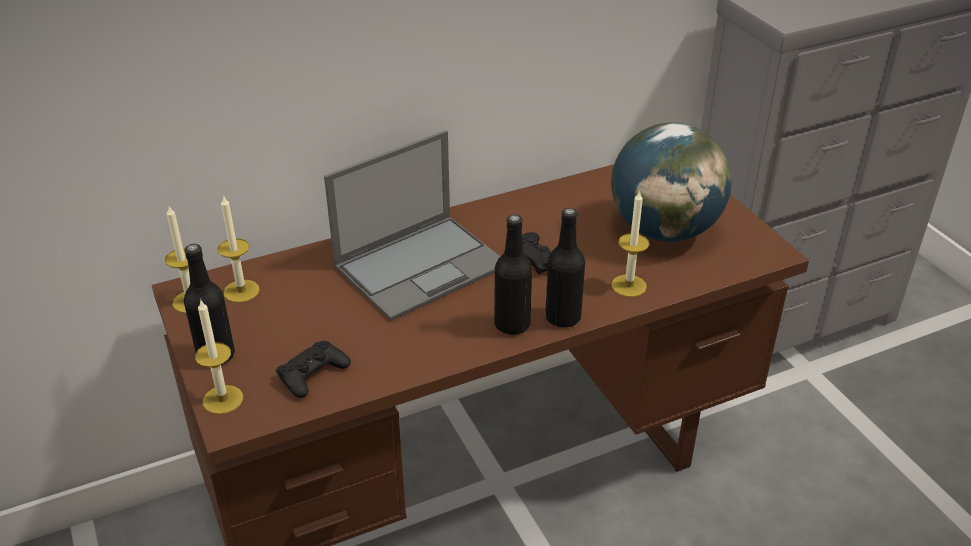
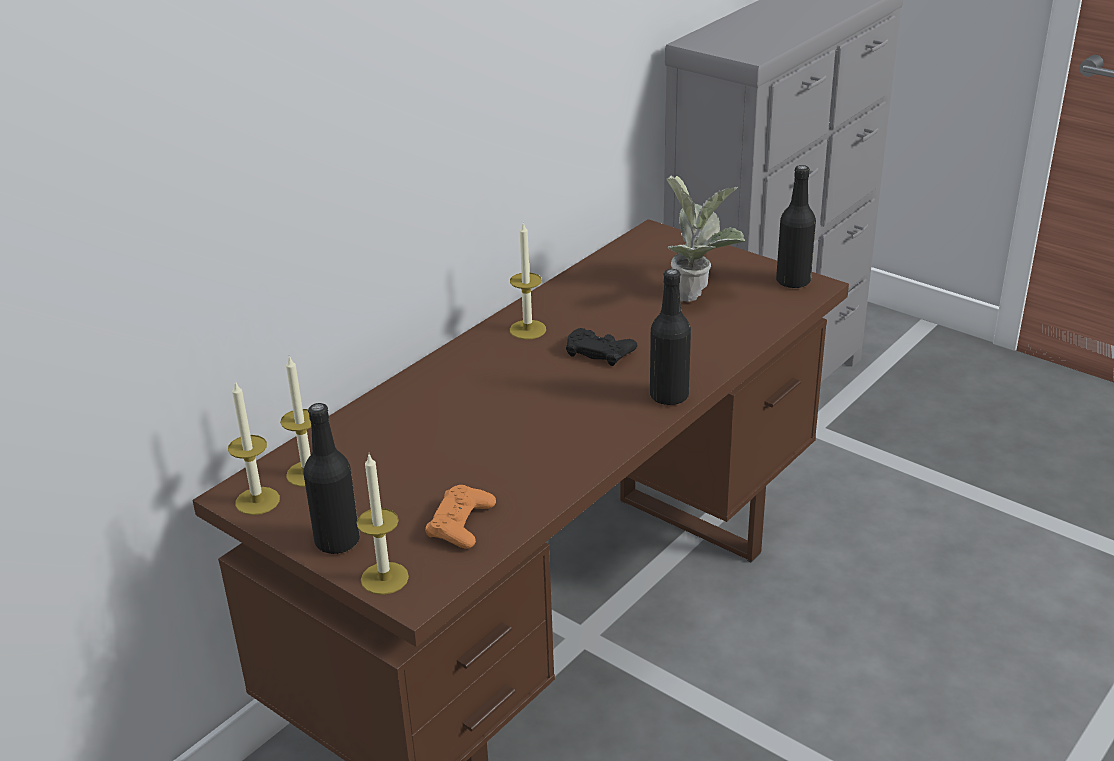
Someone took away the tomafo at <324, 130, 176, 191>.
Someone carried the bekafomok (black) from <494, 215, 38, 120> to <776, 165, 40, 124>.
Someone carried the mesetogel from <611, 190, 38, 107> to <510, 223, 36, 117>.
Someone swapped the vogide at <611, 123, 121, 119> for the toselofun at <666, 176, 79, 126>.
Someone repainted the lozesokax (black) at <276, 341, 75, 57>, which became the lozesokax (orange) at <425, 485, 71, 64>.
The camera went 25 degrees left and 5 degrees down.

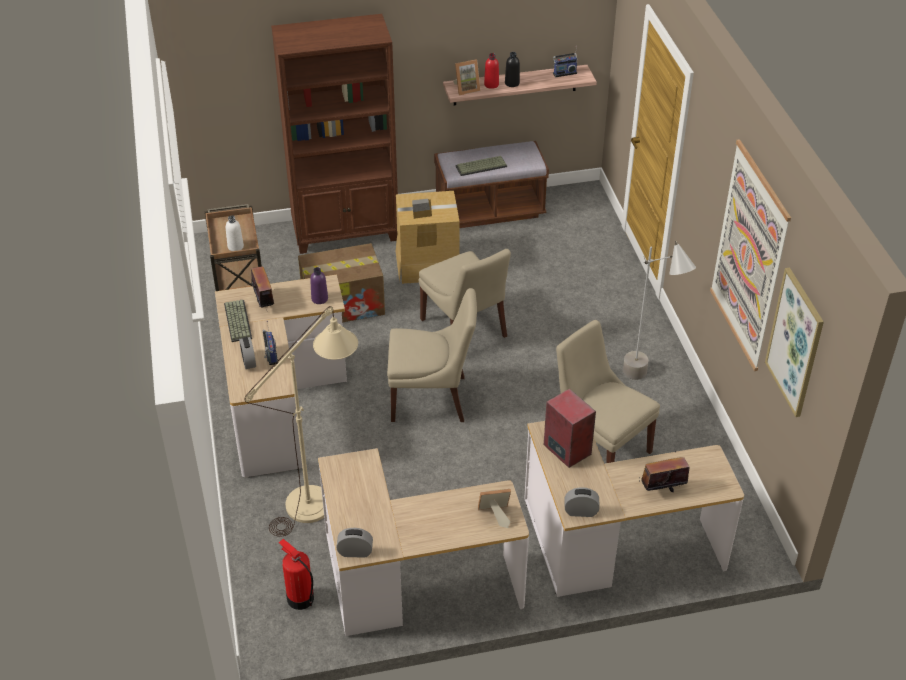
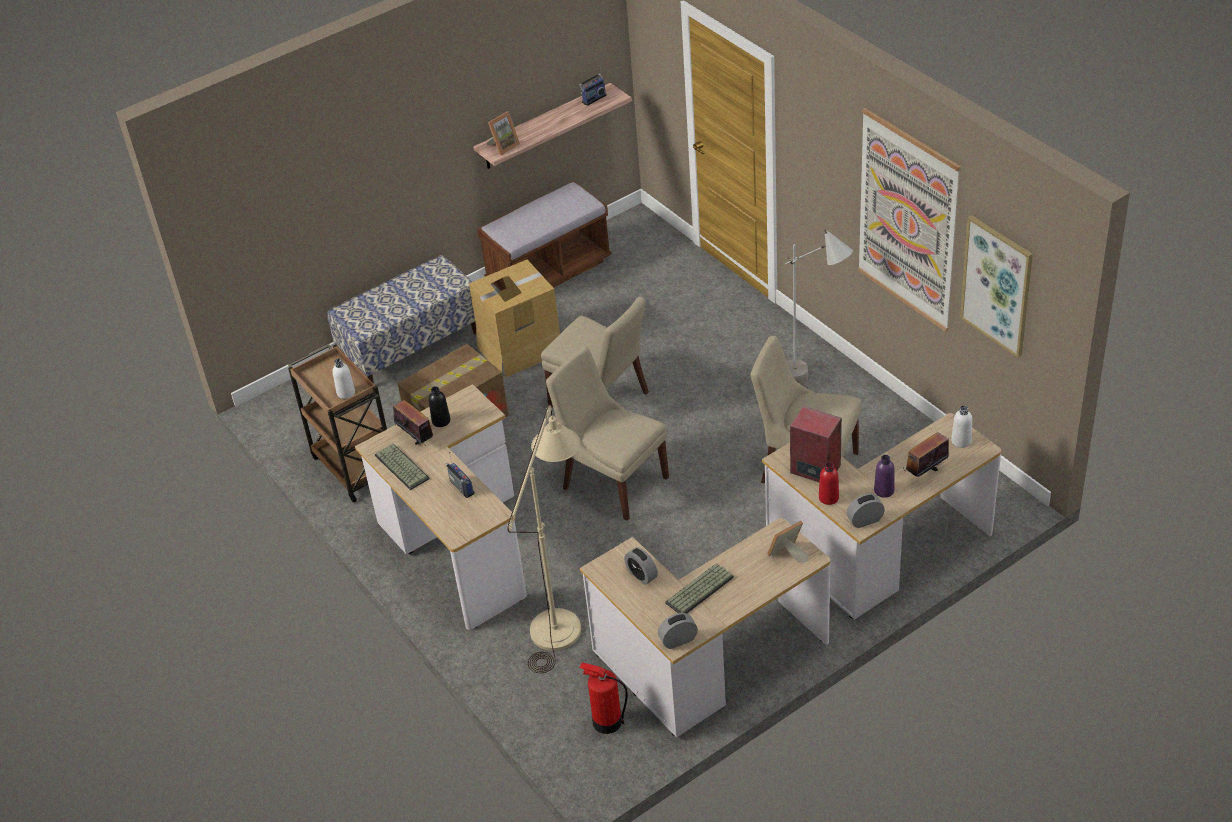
Someone put down the bekafomok (white) at <951, 405, 21, 43>.
Someone carried the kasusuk from <239, 337, 17, 32> to <624, 547, 34, 38>.
Someone carried the bekafomok (purple) from <310, 267, 18, 37> to <874, 455, 21, 43>.
Someone carried the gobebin from <455, 156, 52, 20> to <665, 563, 69, 50>.
Someone carried the bekafomok (red) from <484, 53, 15, 36> to <819, 462, 20, 43>.
Someone carried the bekafomok (black) from <505, 52, 15, 35> to <429, 386, 21, 41>.
Someone swapped the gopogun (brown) at <271, 14, 127, 240> for the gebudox at <327, 255, 149, 128>.
Someone rotated the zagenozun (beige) at <387, 288, 90, 134> by 120 degrees counterclockwise.
The camera went 20 degrees left and 0 degrees up.

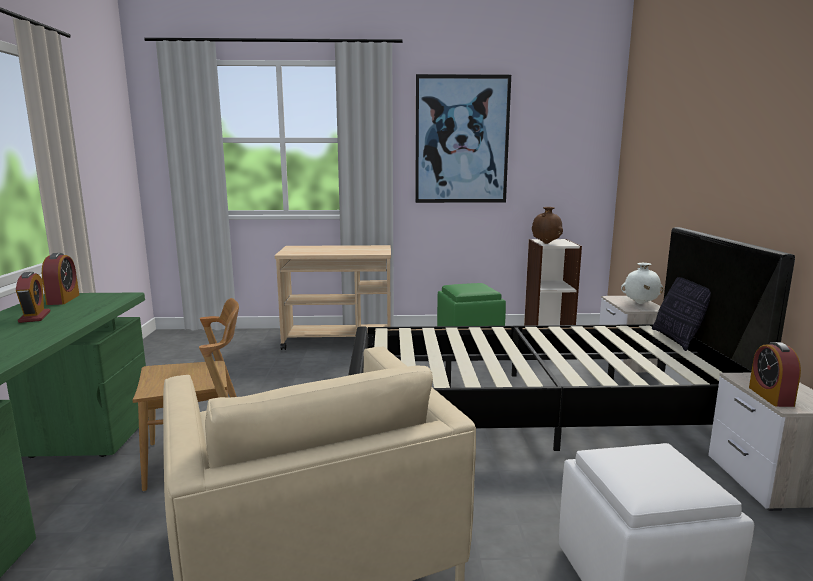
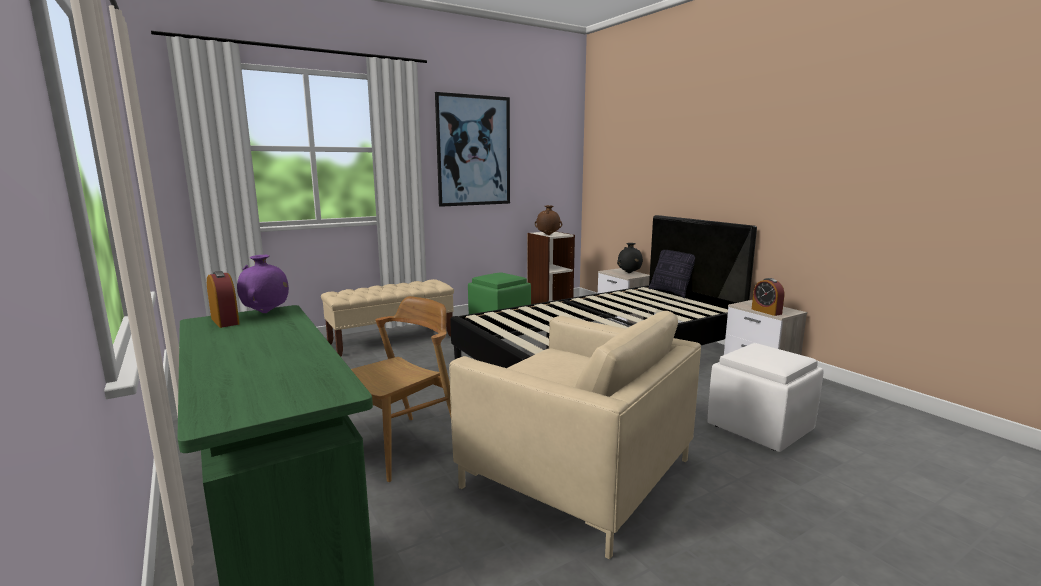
Someone took away the kasusuk at <16, 272, 35, 51>.
Someone put down the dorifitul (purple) at <237, 255, 52, 58>.
Someone swapped the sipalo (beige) at <275, 245, 116, 105> for the gebudox (beige) at <321, 279, 133, 78>.
Someone repainted the dorifitul (white) at <621, 263, 43, 41>, which became the dorifitul (black) at <617, 243, 26, 30>.
The camera went 30 degrees left and 0 degrees up.

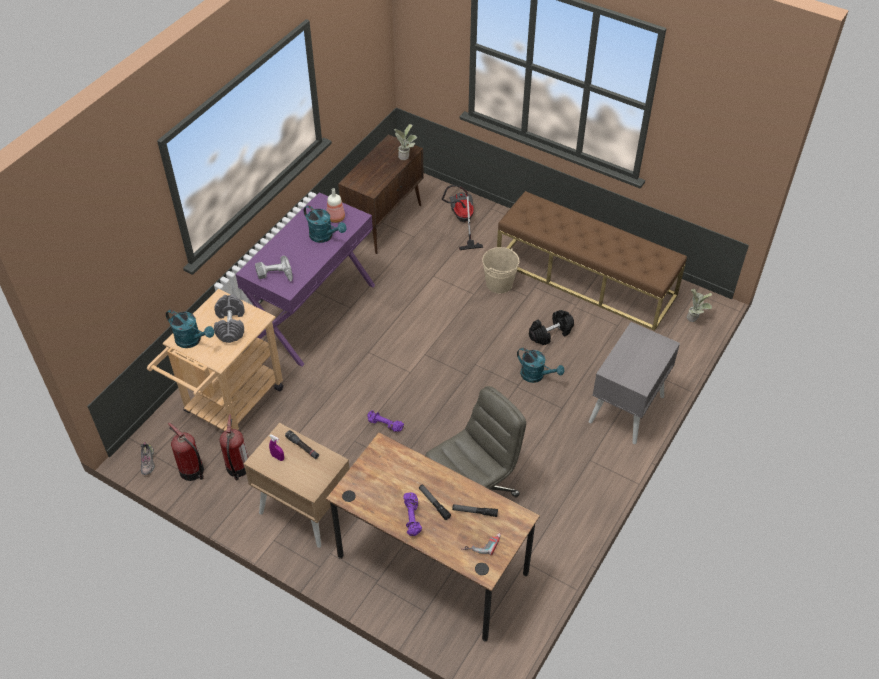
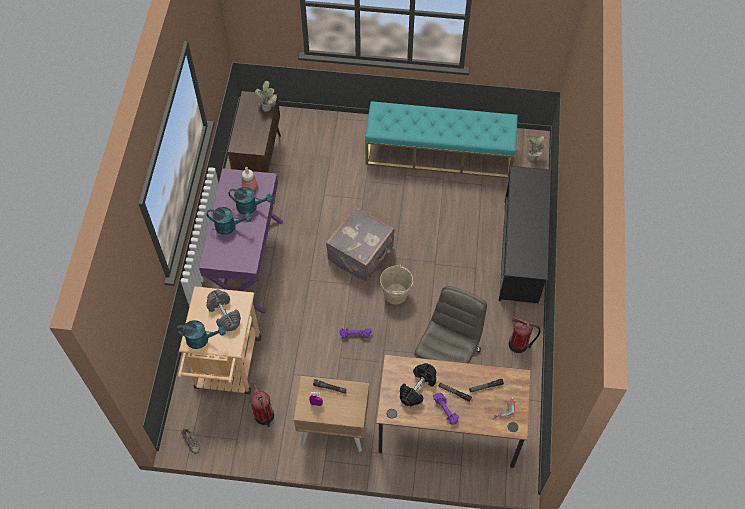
Someone took away the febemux at <255, 256, 38, 25>.
Someone took away the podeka at <442, 185, 41, 65>.
Someone put down the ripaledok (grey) at <326, 207, 69, 75>.
Someone carried the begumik from <168, 422, 36, 59> to <509, 317, 32, 36>.
Someone carried the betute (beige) from <482, 247, 37, 47> to <380, 265, 33, 40>.
Someone carried the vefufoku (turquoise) from <517, 348, 47, 35> to <207, 207, 45, 28>.
Someone carried the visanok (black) from <529, 310, 45, 35> to <400, 363, 36, 43>.
Someone swapped the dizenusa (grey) at <589, 322, 91, 122> for the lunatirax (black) at <499, 166, 53, 137>.
Someone repainted the gebudox (brown) at <497, 191, 190, 140>, which became the gebudox (turquoise) at <365, 101, 153, 77>.
The camera went 25 degrees left and 10 degrees up.

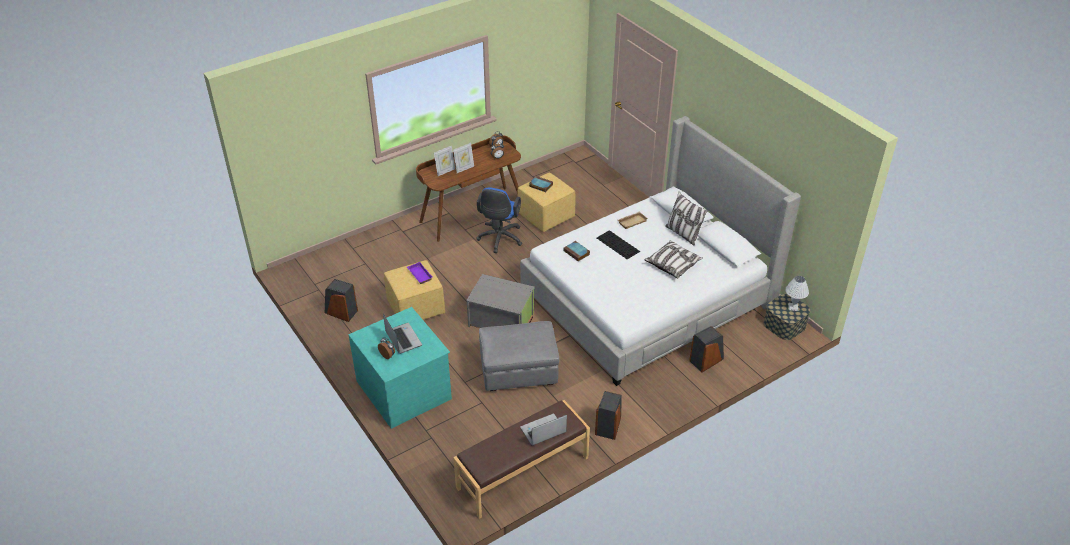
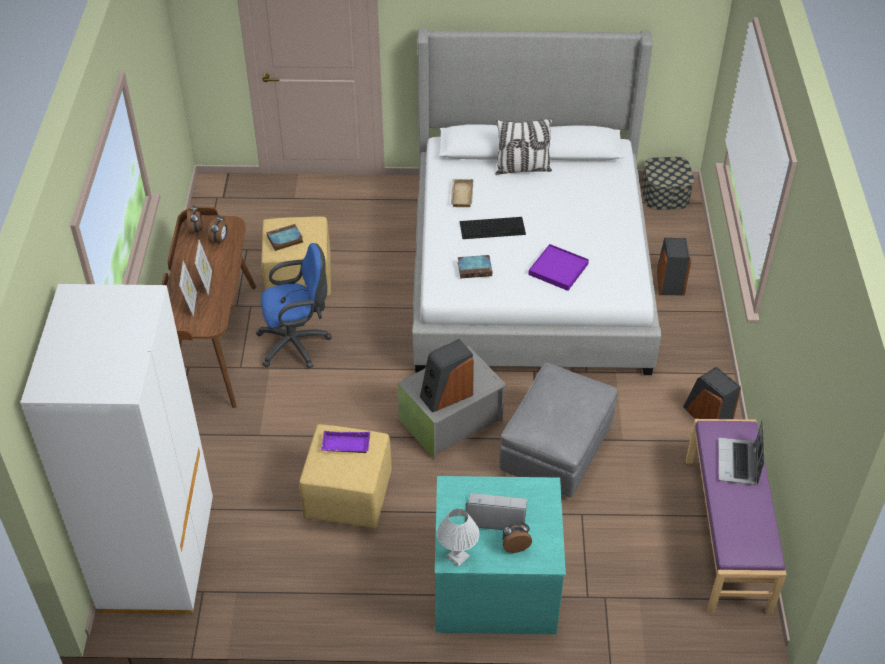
Someone took away the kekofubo at <644, 240, 59, 38>.
Someone put down the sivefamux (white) at <20, 284, 193, 331>.
Someone put down the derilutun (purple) at <528, 244, 61, 47>.
Someone carried the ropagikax from <325, 279, 33, 43> to <420, 339, 54, 74>.
Someone carried the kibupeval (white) from <785, 276, 24, 35> to <437, 509, 43, 58>.
Someone repainted the gebudox (brown) at <453, 400, 137, 119>, which became the gebudox (purple) at <686, 419, 101, 195>.
Someone rotated the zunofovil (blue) at <476, 188, 46, 65> by 60 degrees counterclockwise.
The camera went 55 degrees left and 5 degrees up.

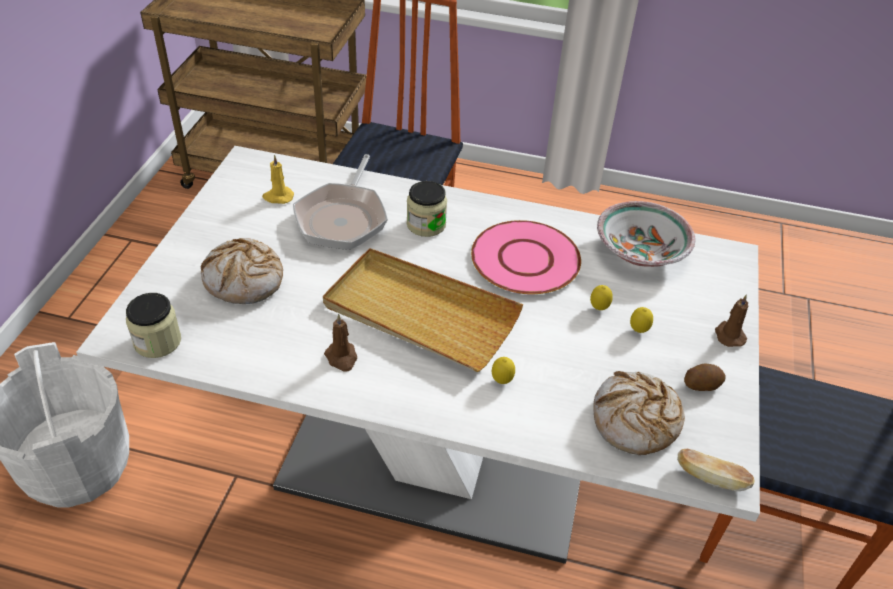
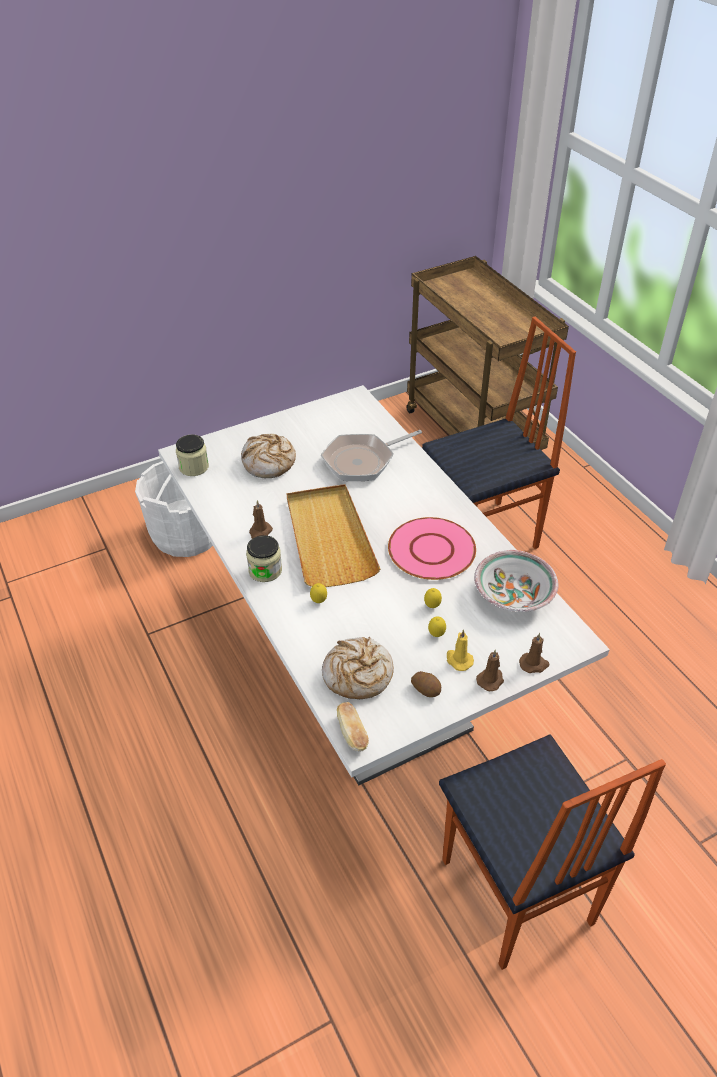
Someone put down the mesetogel (brown) at <519, 633, 30, 40>.
Someone carried the mesetogel (yellow) from <262, 155, 32, 49> to <447, 629, 27, 42>.
Someone carried the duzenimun from <407, 181, 40, 56> to <246, 535, 36, 47>.
The camera went 50 degrees right and 0 degrees up.

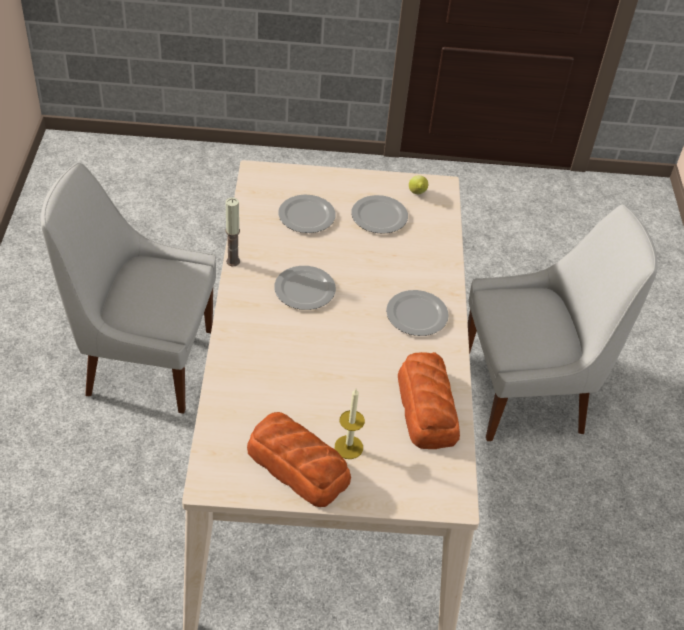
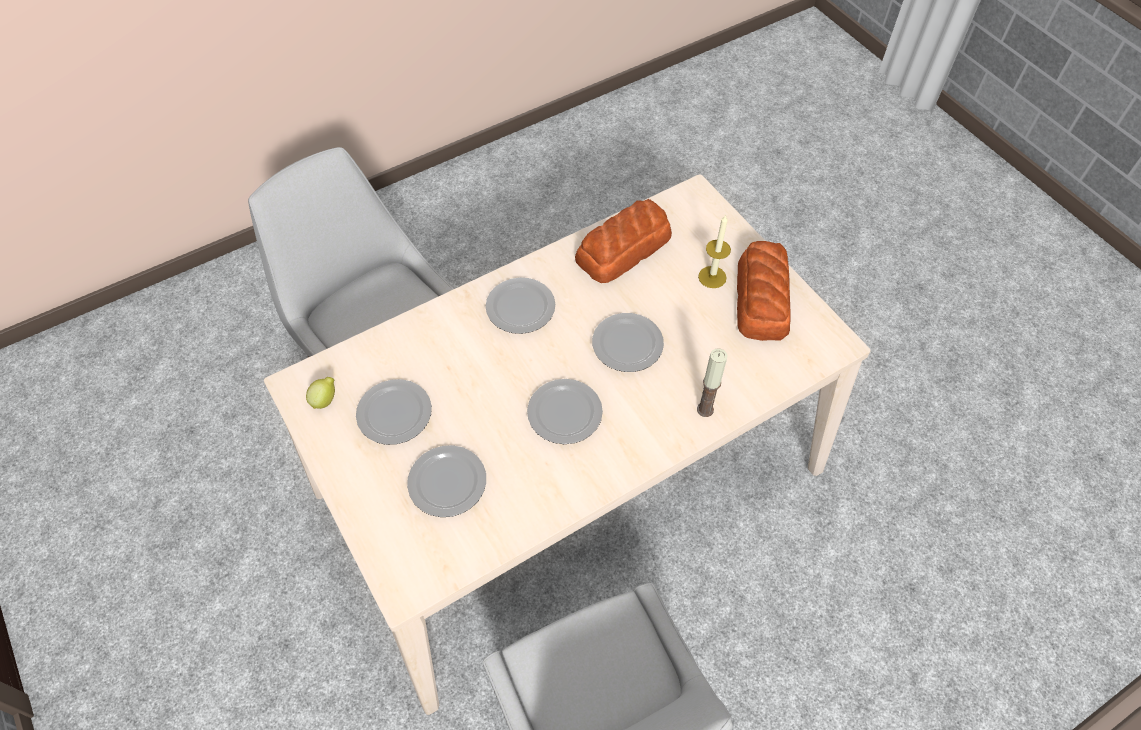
Someone put down the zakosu at <592, 313, 72, 59>.
Someone carried the mesetogel from <225, 198, 15, 68> to <697, 348, 31, 69>.
The camera went 120 degrees left and 10 degrees up.

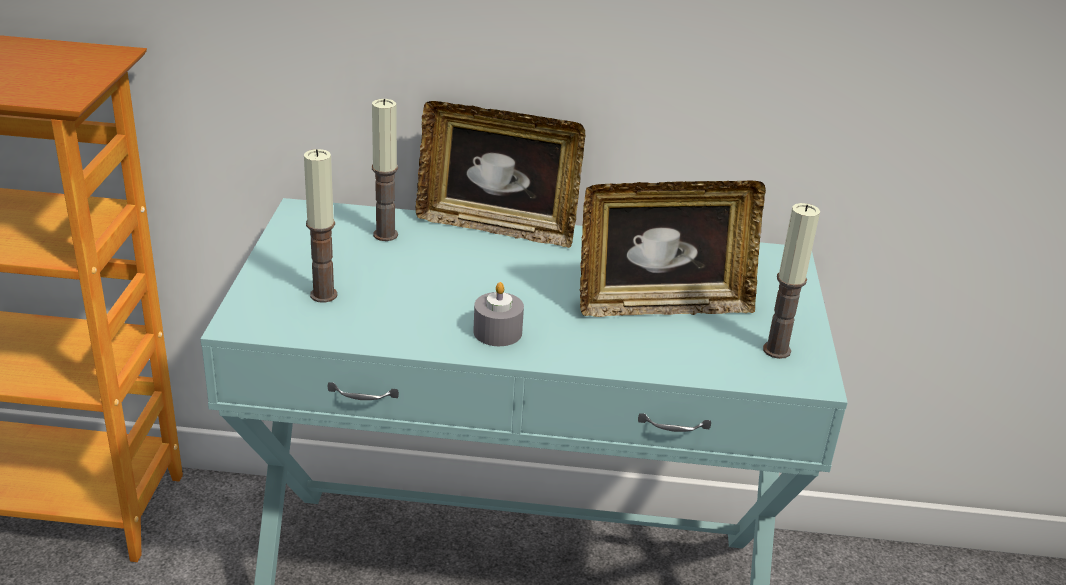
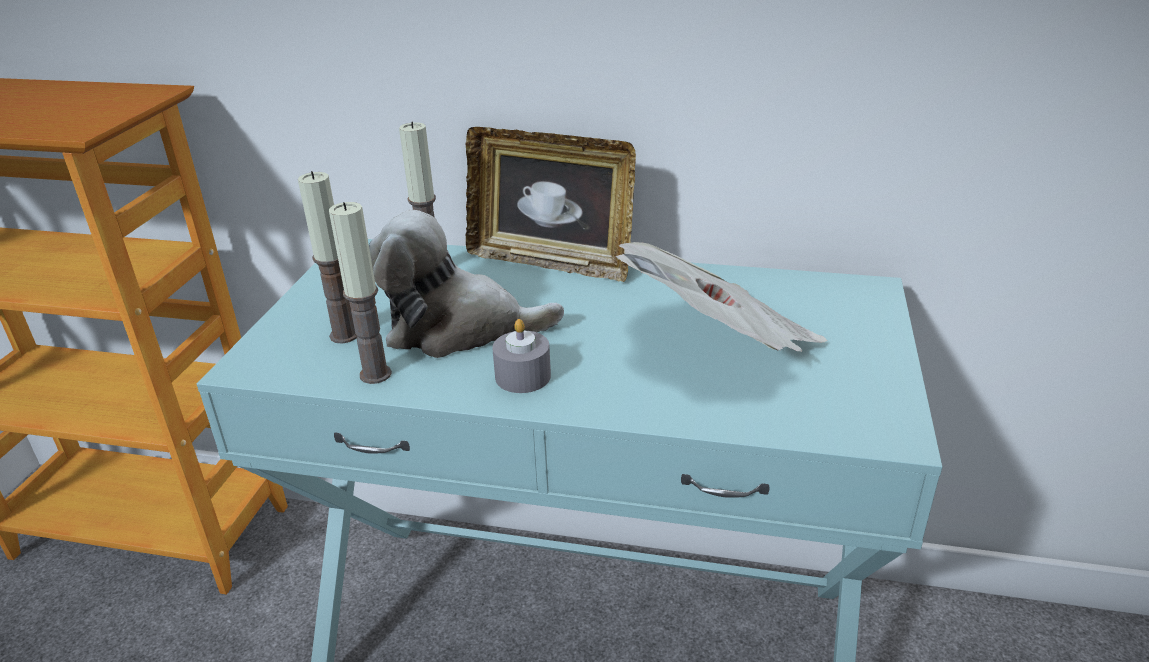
Someone put down the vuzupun at <369, 210, 195, 148>.
Someone carried the mesetogel from <763, 203, 57, 156> to <329, 202, 63, 182>.
Someone swapped the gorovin at <580, 181, 186, 136> for the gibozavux at <616, 242, 211, 110>.
The camera went 10 degrees right and 0 degrees up.

